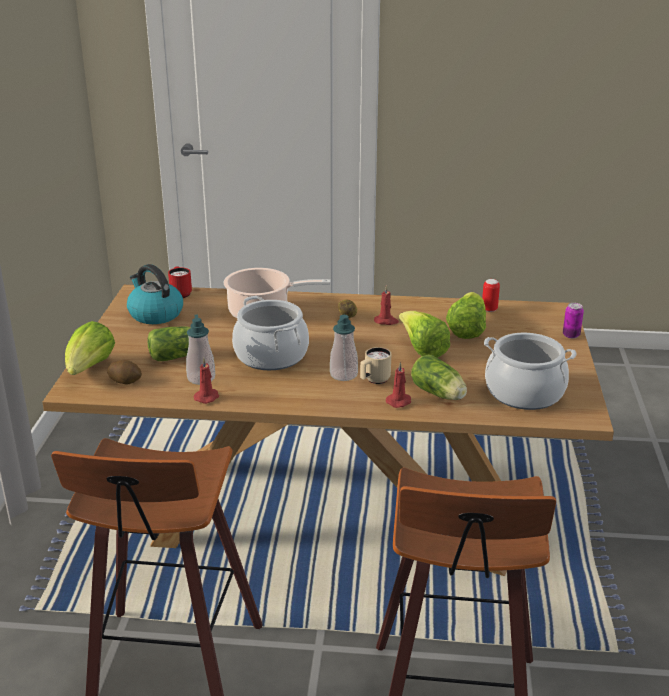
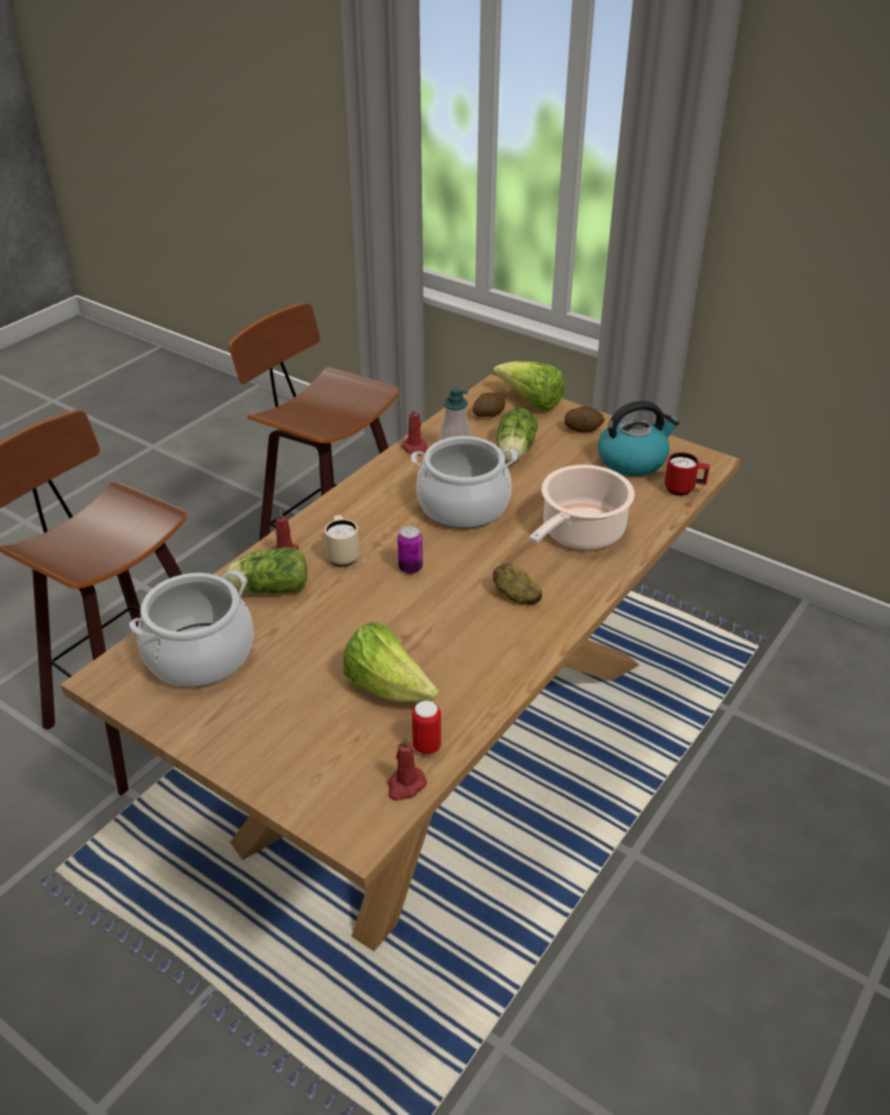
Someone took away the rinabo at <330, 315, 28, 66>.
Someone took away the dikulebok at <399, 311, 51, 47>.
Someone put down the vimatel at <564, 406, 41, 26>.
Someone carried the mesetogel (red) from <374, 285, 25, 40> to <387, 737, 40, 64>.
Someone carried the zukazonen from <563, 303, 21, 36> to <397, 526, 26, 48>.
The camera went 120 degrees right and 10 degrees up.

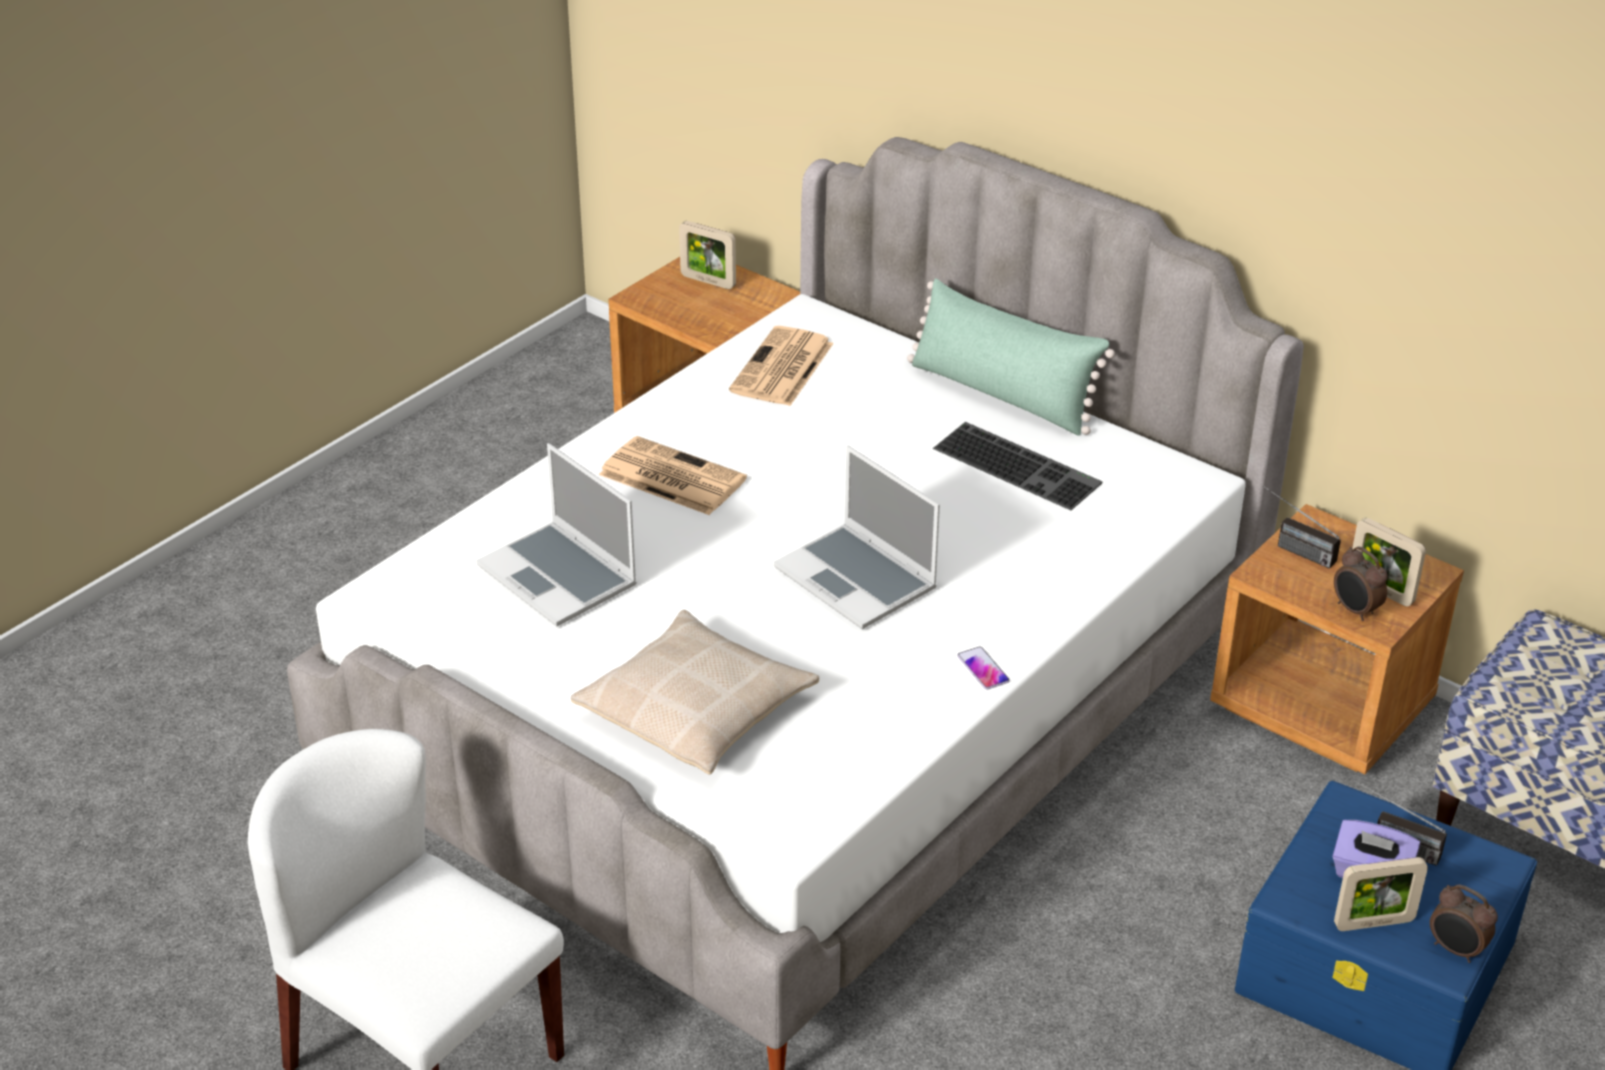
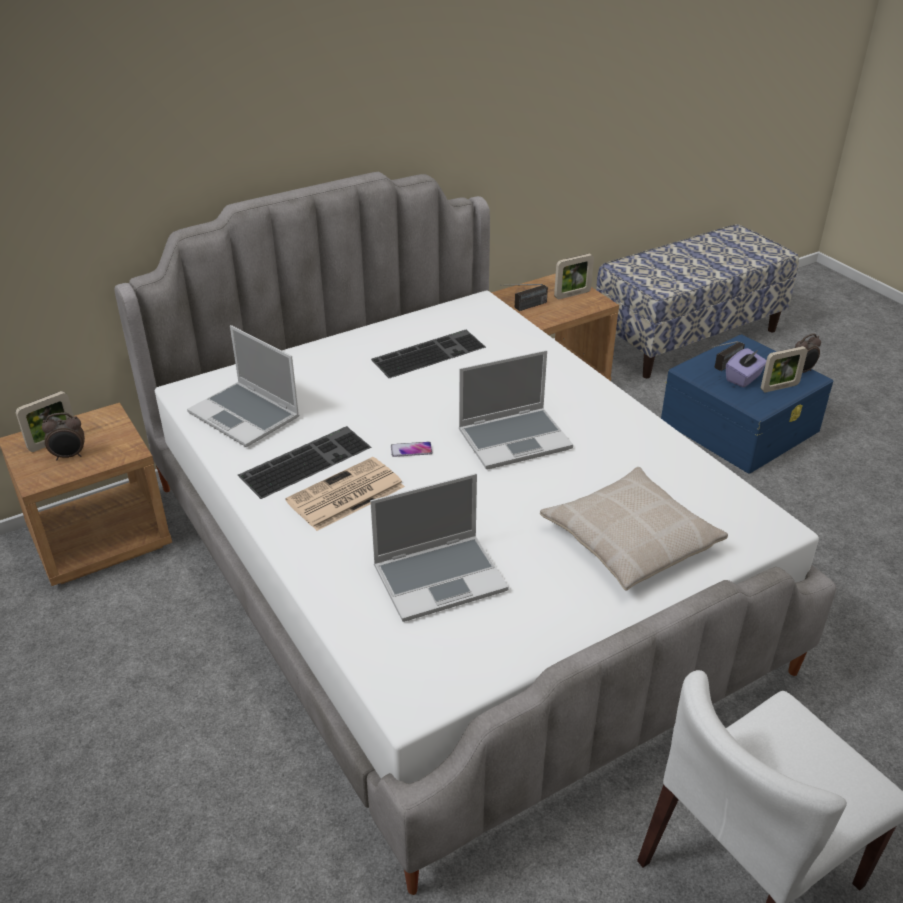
Someone took away the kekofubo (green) at <907, 278, 208, 158>.
Someone put down the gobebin at <238, 426, 133, 73>.
Someone carried the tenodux from <957, 646, 53, 44> to <391, 442, 41, 15>.
Someone carried the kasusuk from <1334, 546, 54, 75> to <42, 412, 43, 48>.
Someone swapped the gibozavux at <729, 326, 105, 80> for the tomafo at <187, 325, 113, 122>.
Someone rotated the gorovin at <1334, 857, 94, 74> by 60 degrees clockwise.
The camera went 70 degrees left and 0 degrees up.

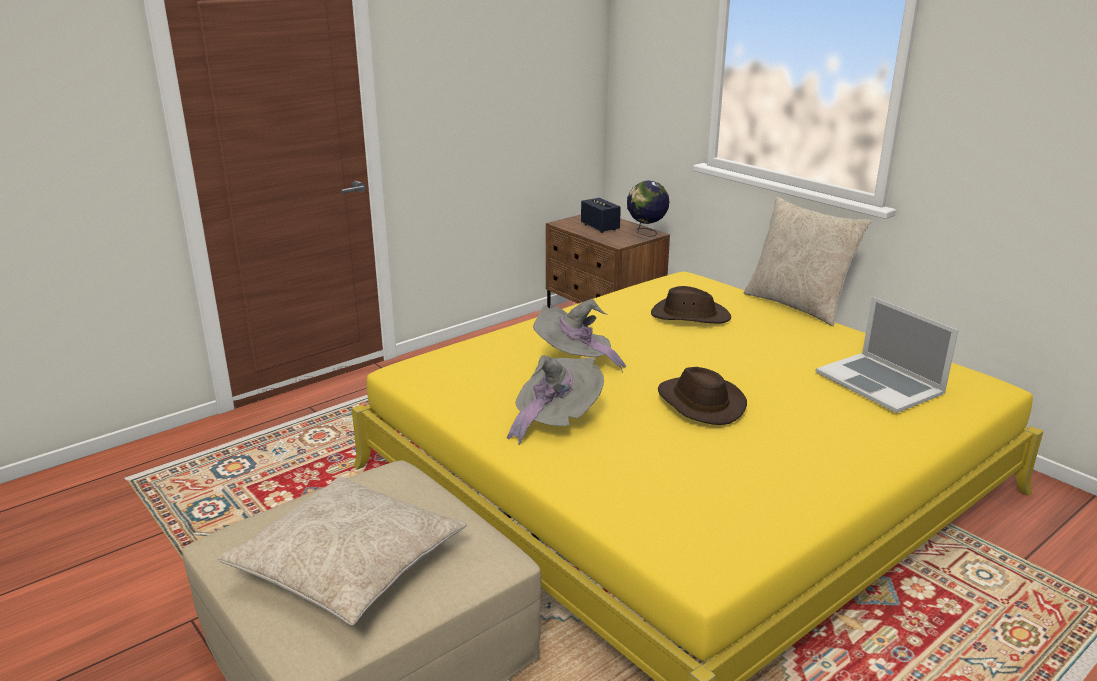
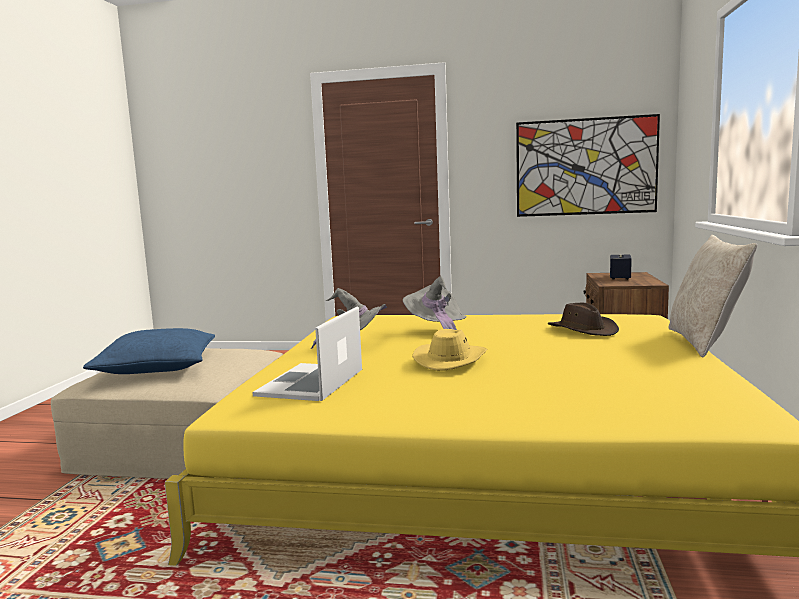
Someone took away the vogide at <627, 181, 42, 56>.
Someone put up the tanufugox at <516, 114, 144, 103>.
Someone carried the tomafo from <815, 296, 144, 117> to <252, 307, 110, 94>.
Someone repainted the kekofubo (beige) at <217, 476, 250, 149>, which became the kekofubo (blue) at <83, 328, 132, 46>.
Someone repainted the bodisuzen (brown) at <658, 367, 89, 58>, which became the bodisuzen (yellow) at <412, 329, 75, 42>.
The camera went 50 degrees right and 15 degrees down.

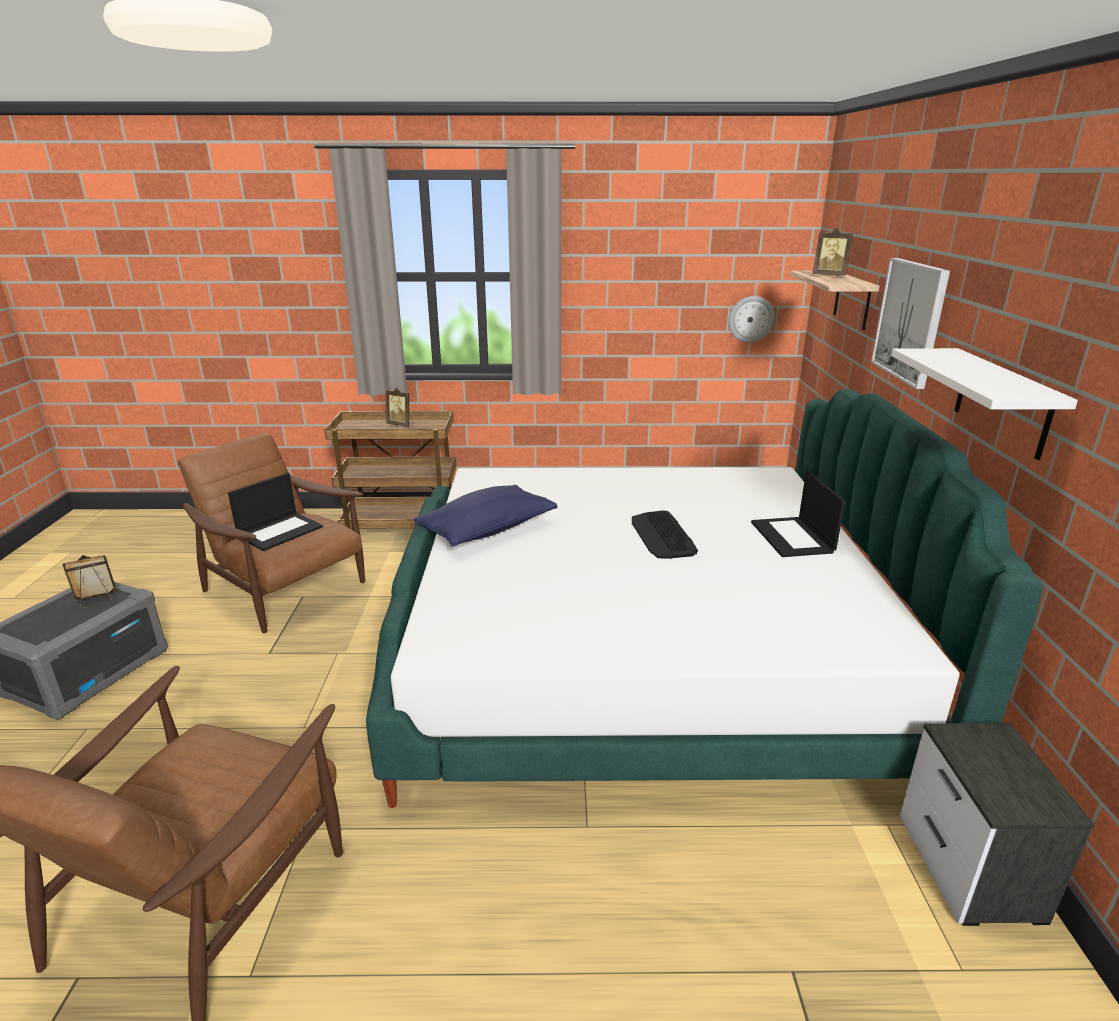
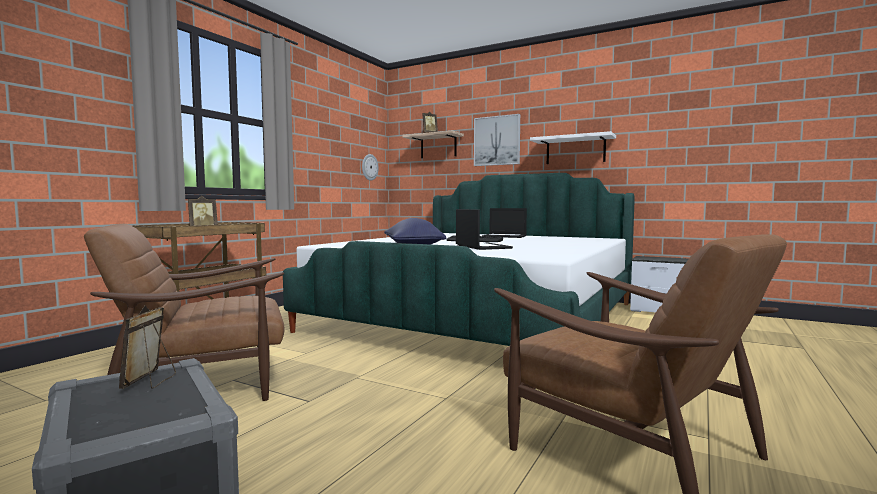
Someone carried the tomafo from <228, 473, 95, 78> to <456, 209, 57, 41>.
The camera went 60 degrees left and 20 degrees down.

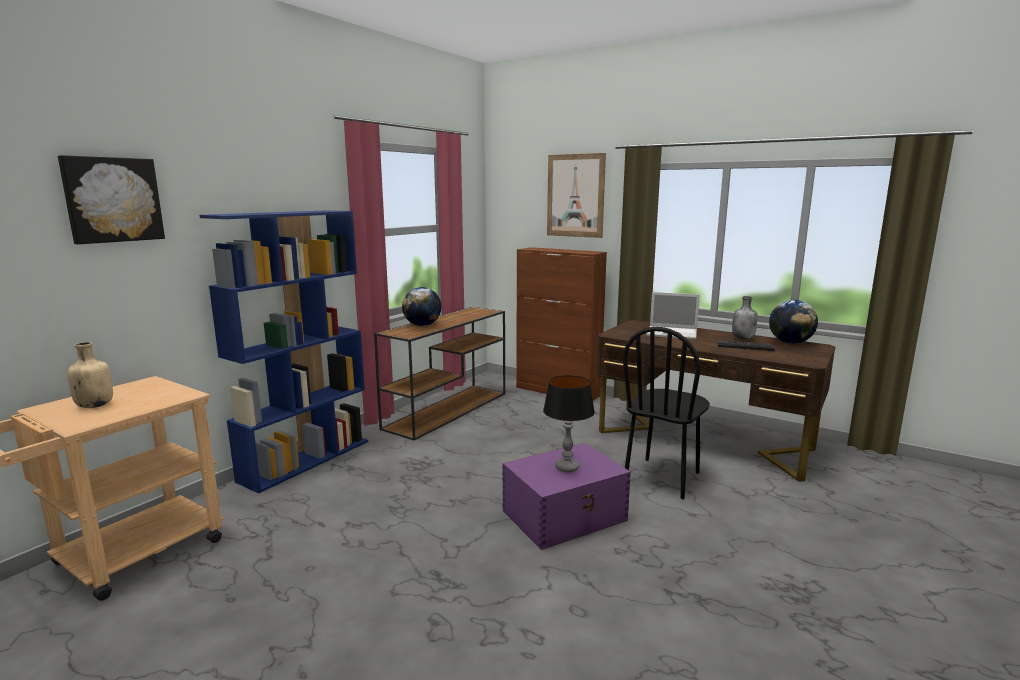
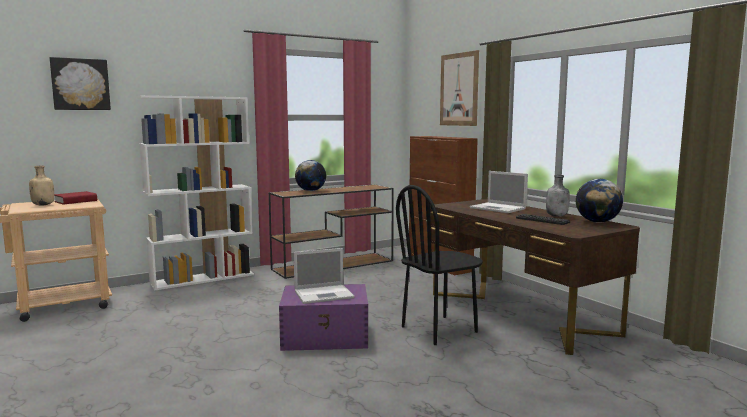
Someone put down the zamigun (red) at <54, 191, 43, 14>.
Someone swapped the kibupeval at <543, 375, 52, 97> for the tomafo at <294, 248, 61, 56>.
Someone repainted the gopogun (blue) at <199, 210, 169, 284>, which became the gopogun (white) at <136, 95, 118, 195>.
The camera went 25 degrees right and 5 degrees down.

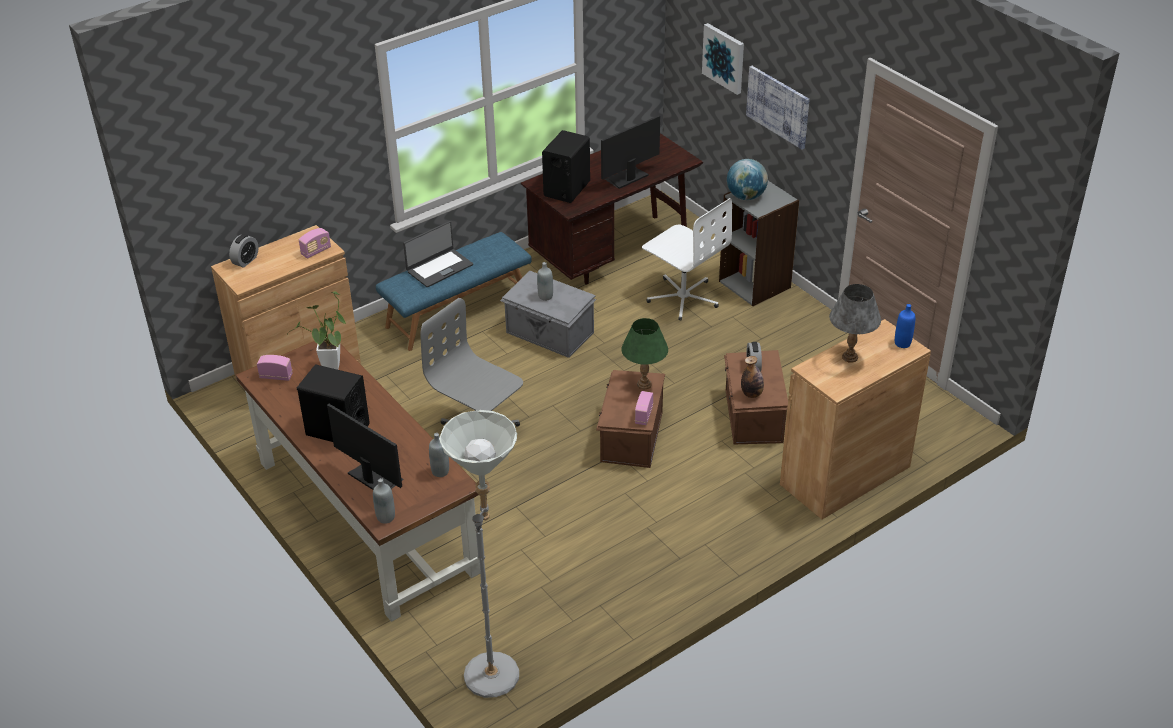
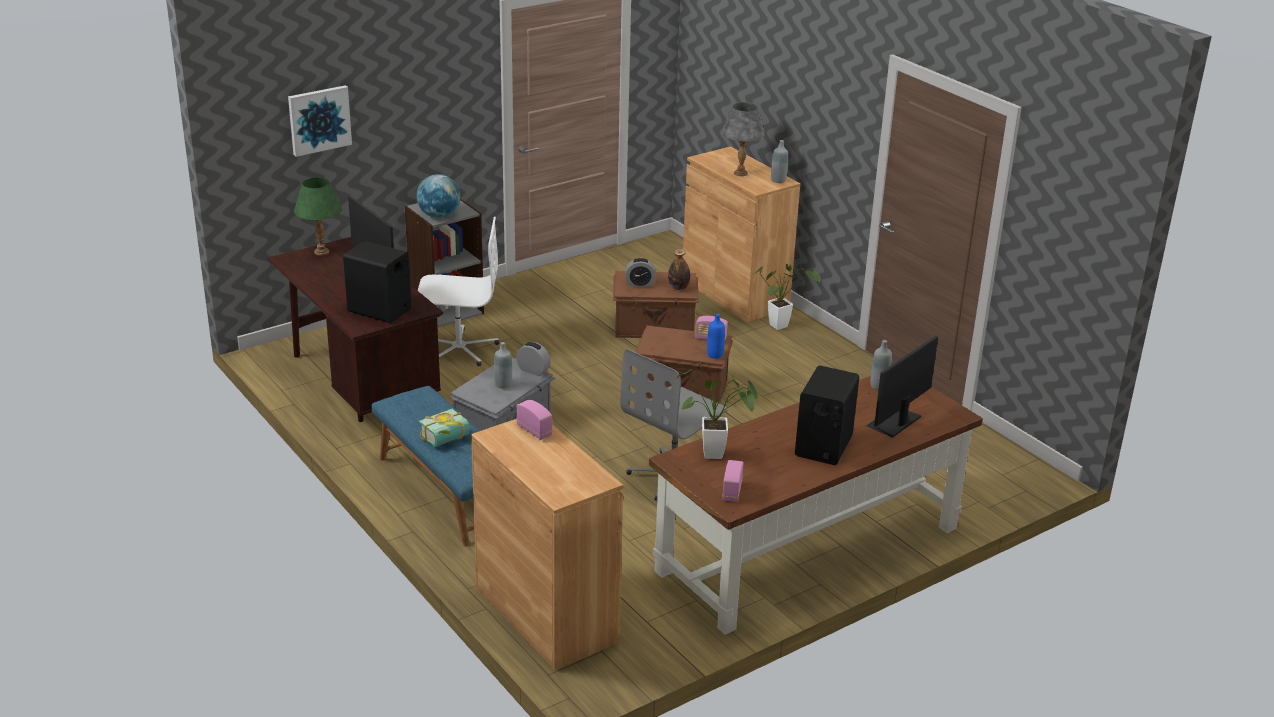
Someone took away the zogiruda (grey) at <439, 410, 80, 288>.
Someone took away the tanufugox at <746, 66, 64, 84>.
Someone put down the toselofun at <753, 264, 68, 66>.
Someone carried the kasusuk from <229, 234, 29, 33> to <516, 342, 35, 34>.
Someone carried the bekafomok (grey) from <373, 478, 22, 46> to <771, 140, 17, 43>.
Someone carried the kibupeval (green) from <622, 318, 46, 71> to <294, 177, 48, 79>.
Someone carried the bekafomok (blue) from <895, 304, 20, 44> to <707, 313, 18, 46>.
Someone swapped the tomafo at <403, 221, 70, 66> for the zamigun at <419, 409, 51, 38>.
Someone rotated the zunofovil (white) at <642, 198, 90, 122> by 45 degrees clockwise.
The camera went 90 degrees left and 10 degrees down.

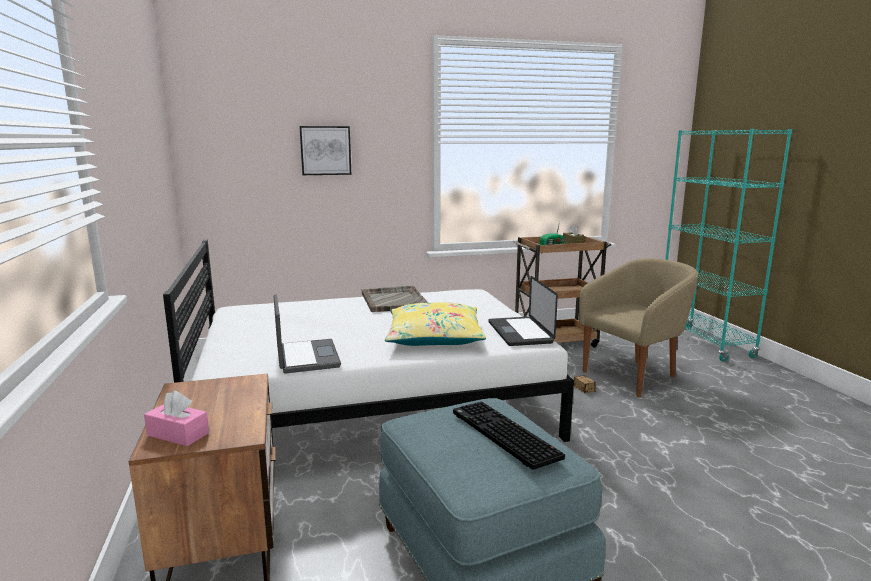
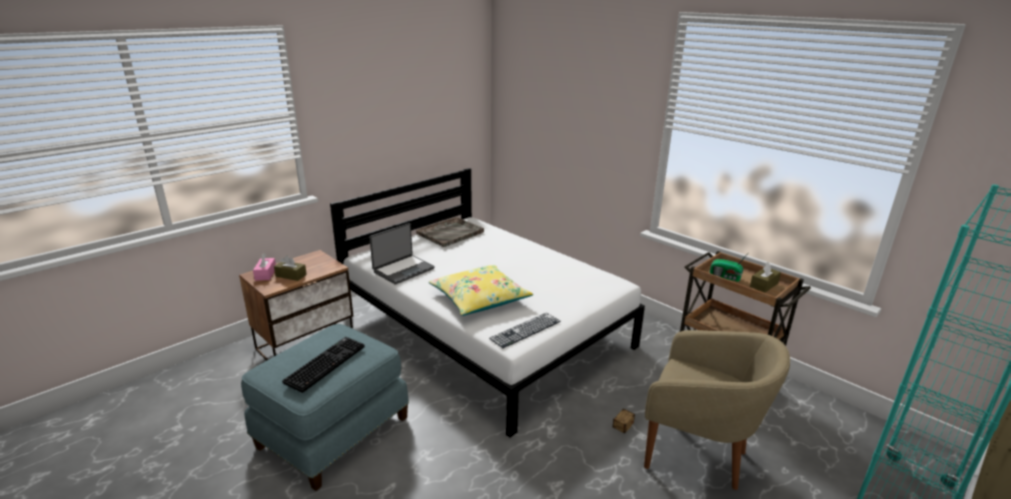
Someone took away the tanufugox at <300, 126, 51, 49>.
Someone put down the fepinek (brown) at <274, 256, 33, 25>.
Someone carried the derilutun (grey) from <362, 286, 66, 26> to <416, 217, 68, 30>.
Someone swapped the tomafo at <488, 276, 70, 70> for the gobebin at <489, 313, 72, 35>.
The camera went 60 degrees right and 10 degrees up.

